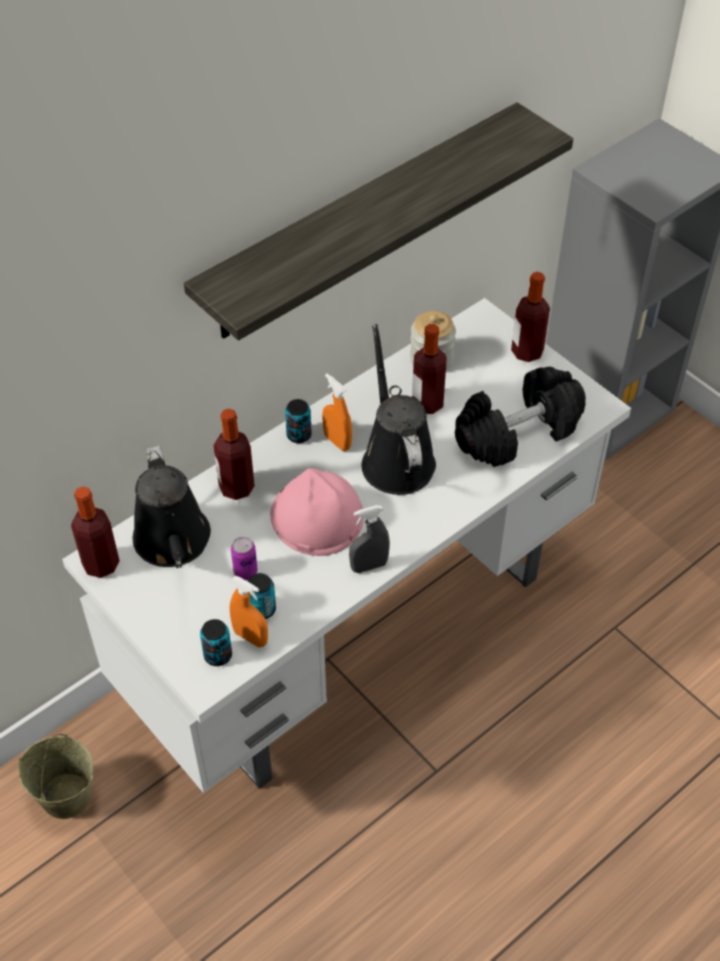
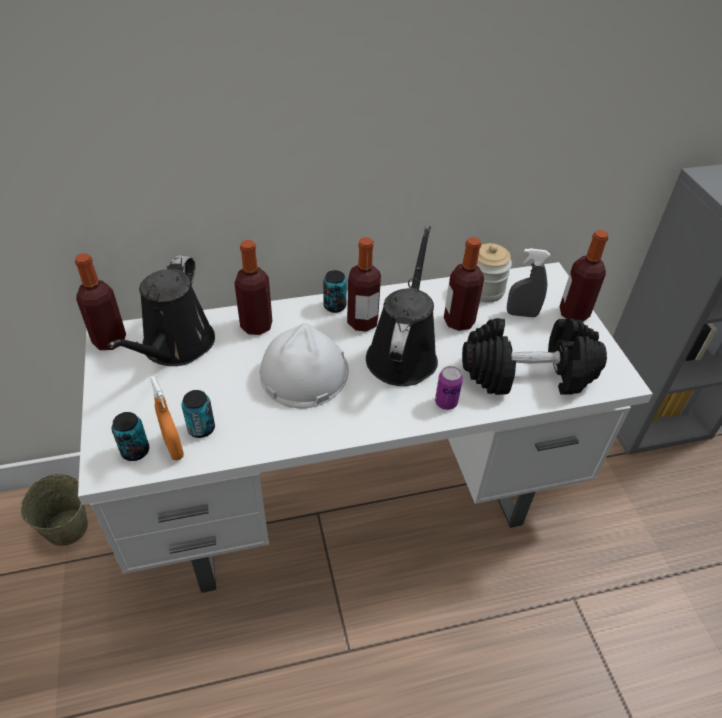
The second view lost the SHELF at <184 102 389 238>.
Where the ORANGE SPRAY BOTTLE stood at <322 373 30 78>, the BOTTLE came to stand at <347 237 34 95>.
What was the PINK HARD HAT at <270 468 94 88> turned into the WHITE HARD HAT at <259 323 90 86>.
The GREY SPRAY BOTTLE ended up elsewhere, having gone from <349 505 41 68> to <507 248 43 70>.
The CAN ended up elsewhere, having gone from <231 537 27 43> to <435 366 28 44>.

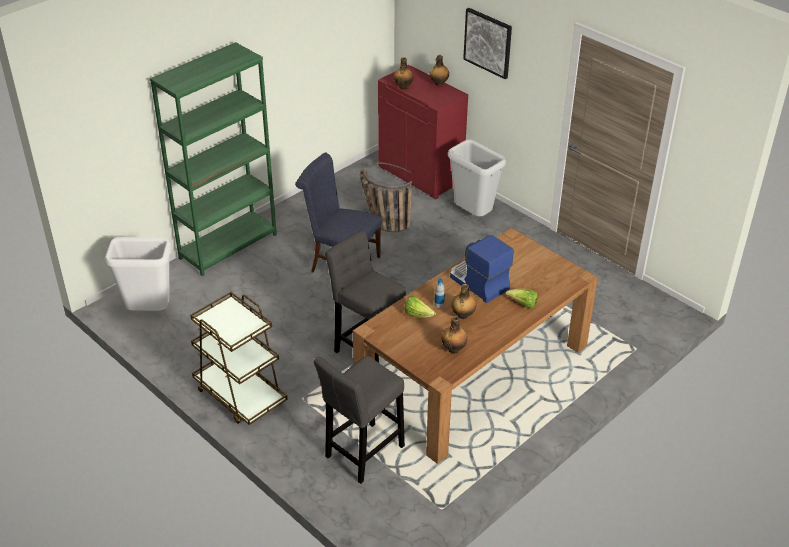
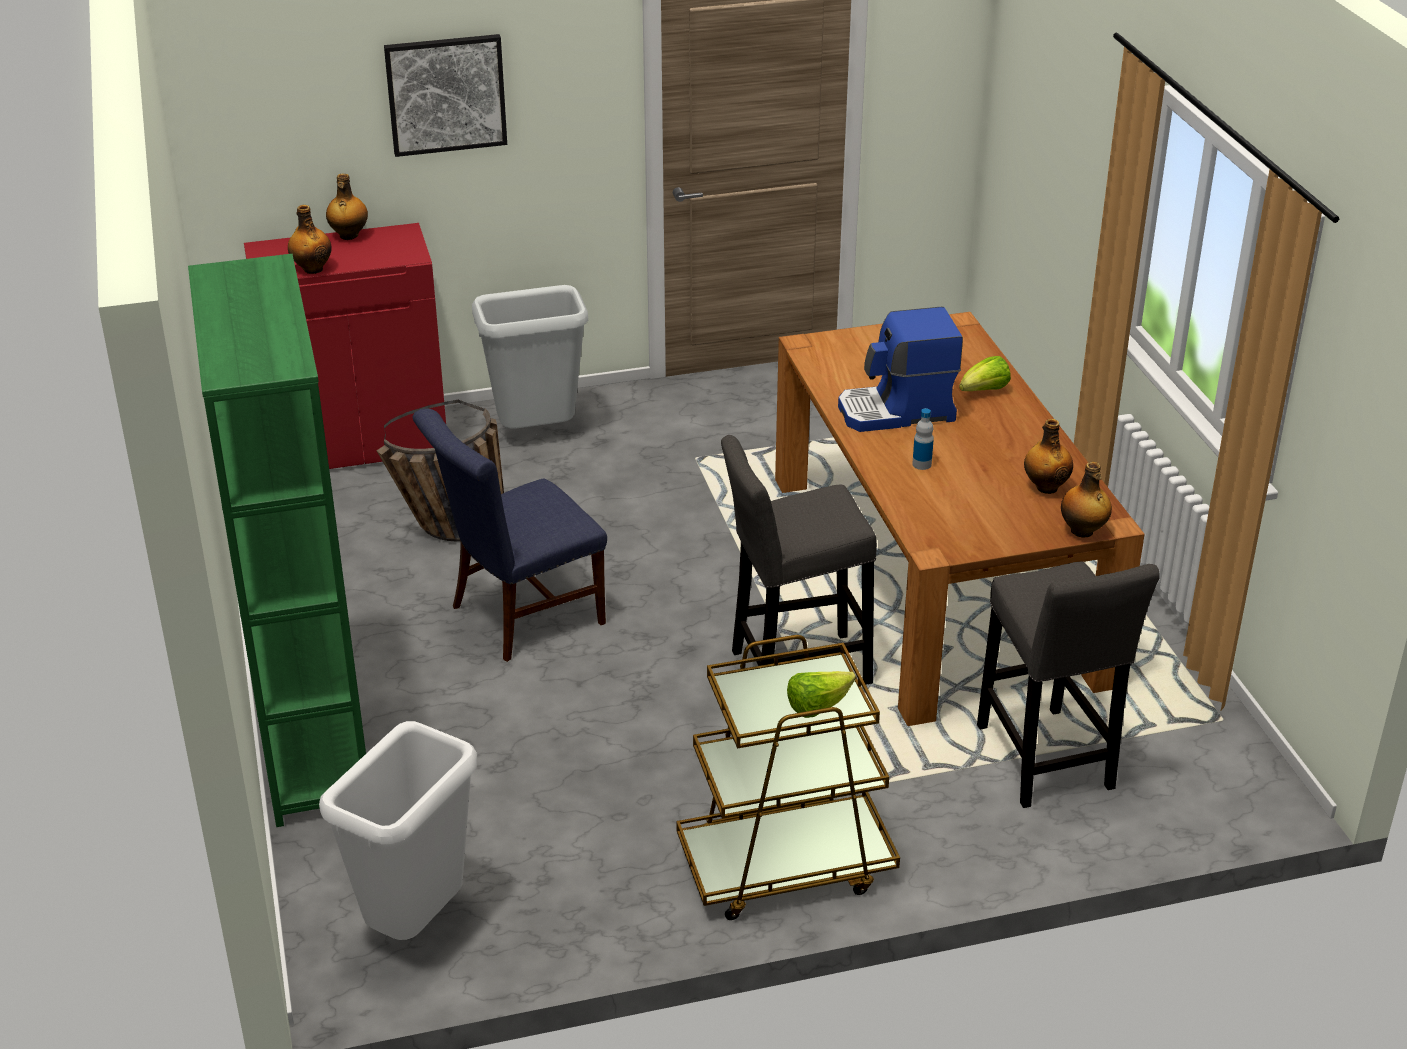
The BOTTLE ended up elsewhere, having gone from <452 284 24 35> to <1061 462 51 75>.
The LETTUCE ended up elsewhere, having gone from <404 296 32 22> to <787 671 69 47>.

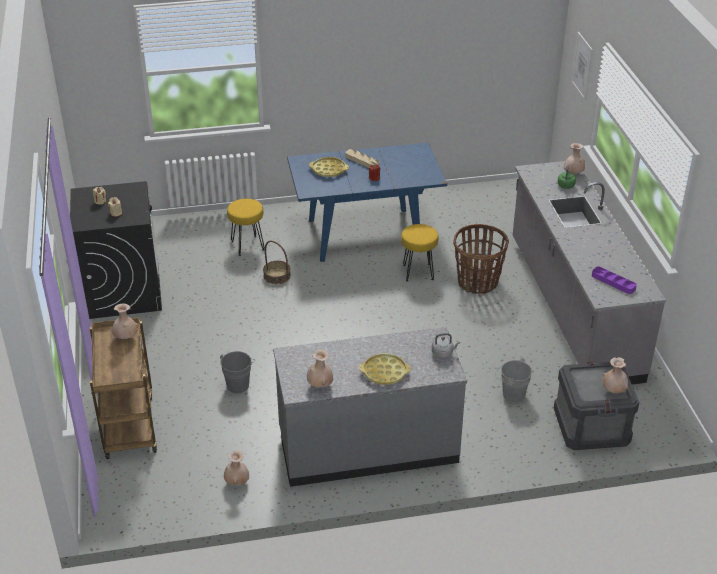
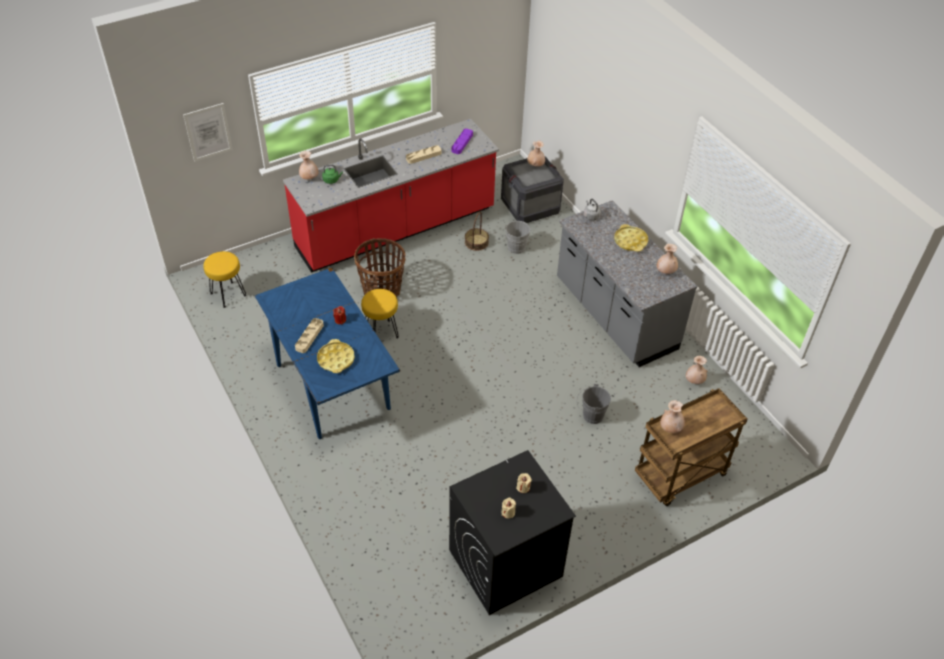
What was the GREY COUNTER at <513 161 153 224> turned into the RED COUNTER at <283 119 216 154>.
The YELLOW STOOL ended up elsewhere, having gone from <227 199 38 57> to <203 251 43 57>.
The BASKET ended up elsewhere, having gone from <263 241 28 43> to <465 211 24 40>.
The second view gained the BEIGE TRAY at <406 145 35 19>.

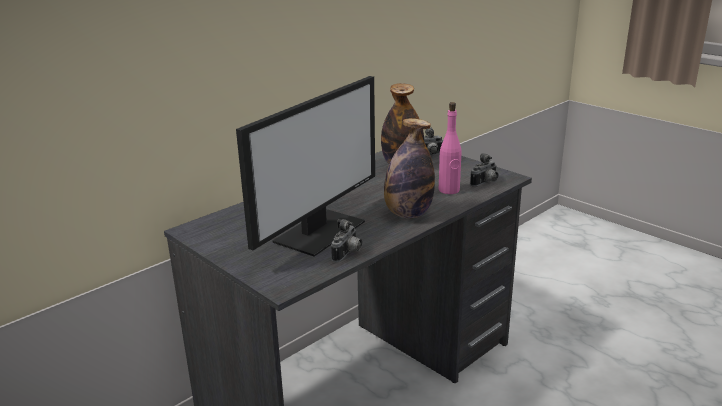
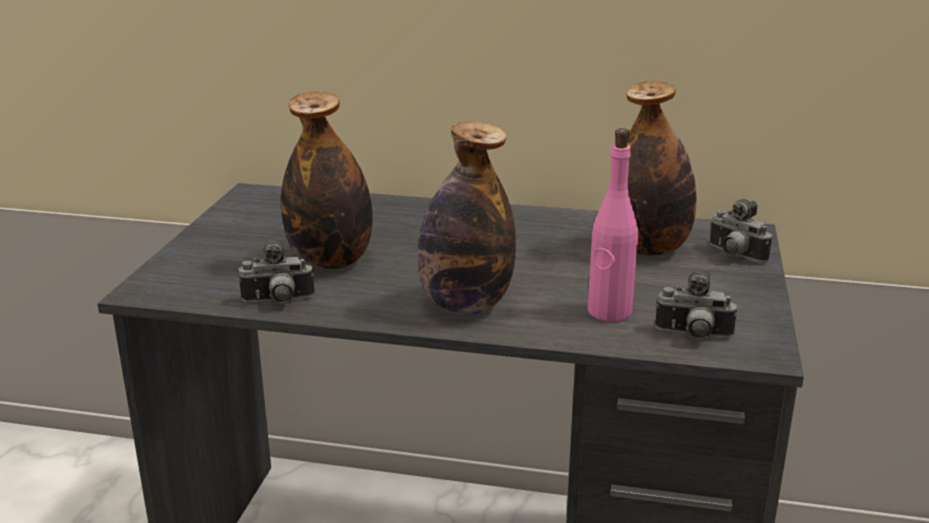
Where the MONITOR stood at <236 76 139 181>, the BOTTLE came to stand at <281 91 92 179>.

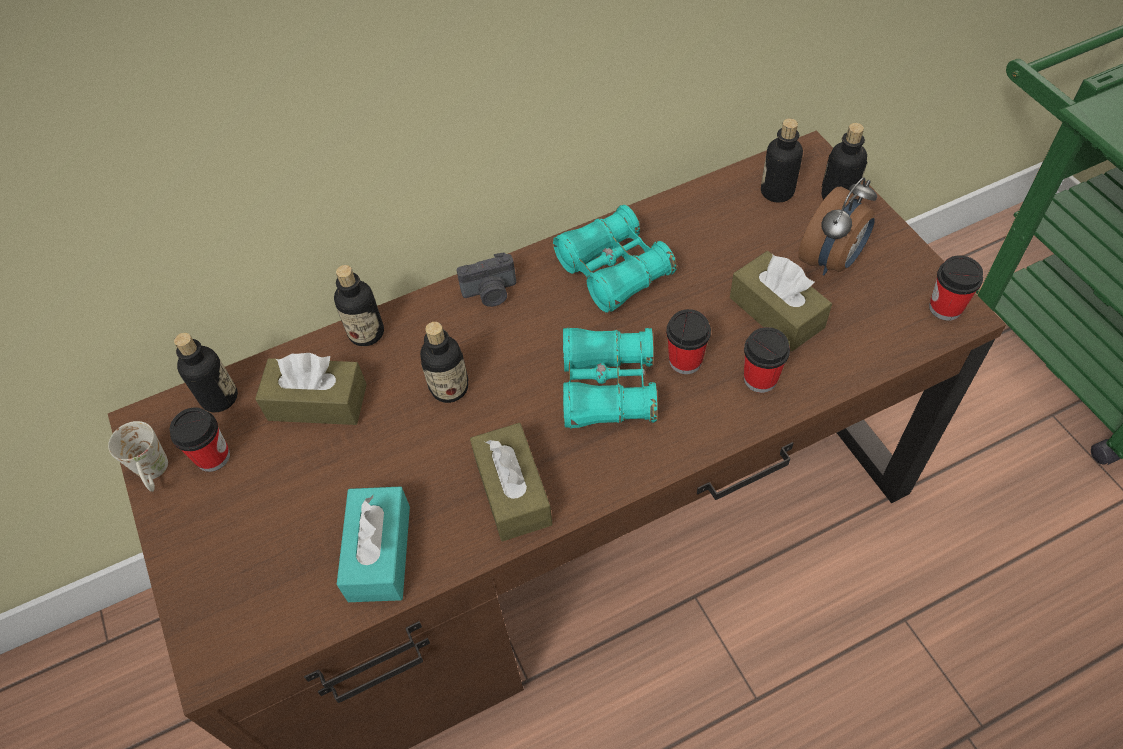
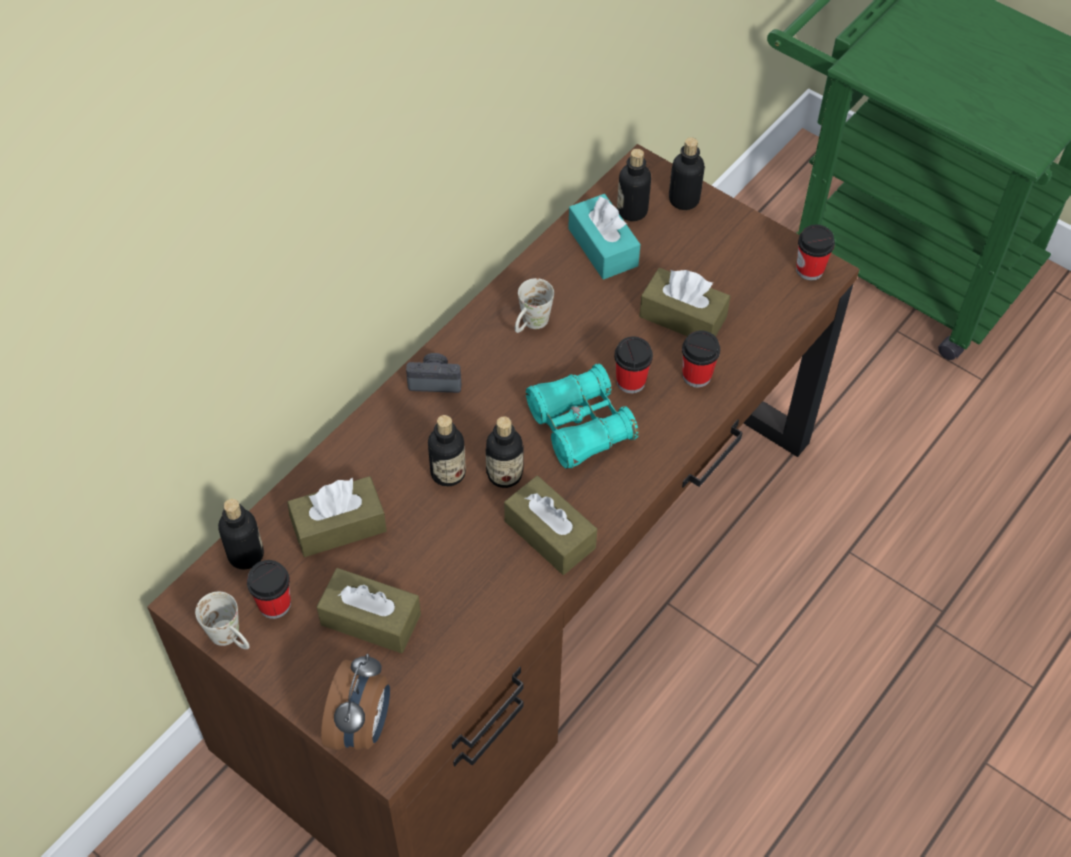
The ALARM CLOCK ended up elsewhere, having gone from <798 177 79 99> to <321 654 69 96>.
Where the TURQUOISE BINOCULARS stood at <553 205 124 108>, the WHITE MUG came to stand at <515 278 39 55>.
The PHOTO CAMERA at <457 252 59 55> ended up facing another way, 135 degrees counterclockwise from before.
The BOTTLE ended up elsewhere, having gone from <334 265 50 81> to <485 416 38 72>.
The TURQUOISE TISSUE BOX ended up elsewhere, having gone from <337 487 73 115> to <568 194 73 86>.
The second view gained the BROWN TISSUE BOX at <317 568 104 85>.

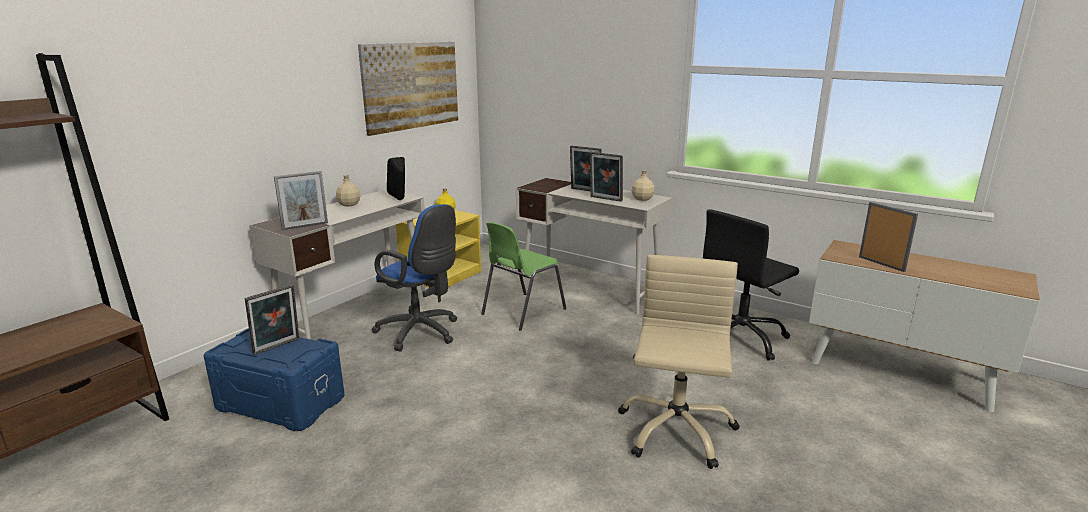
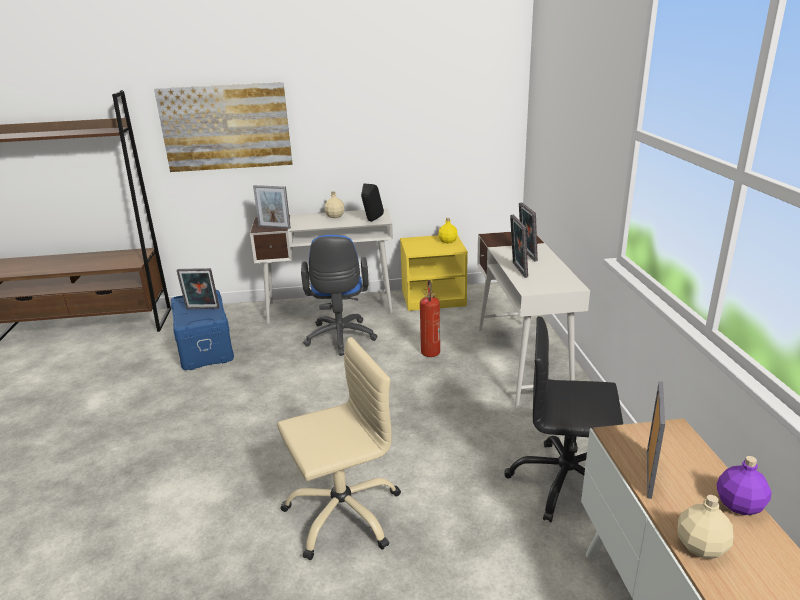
The PICTURE ended up elsewhere, having gone from <358 42 100 94> to <154 82 138 90>.
The BEIGE BOTTLE ended up elsewhere, having gone from <632 170 23 31> to <678 495 55 63>.
Where the GREEN CHAIR stood at <481 222 86 109>, the FIRE EXTINGUISHER came to stand at <420 280 20 77>.
The second view gained the PURPLE BOTTLE at <717 456 55 59>.

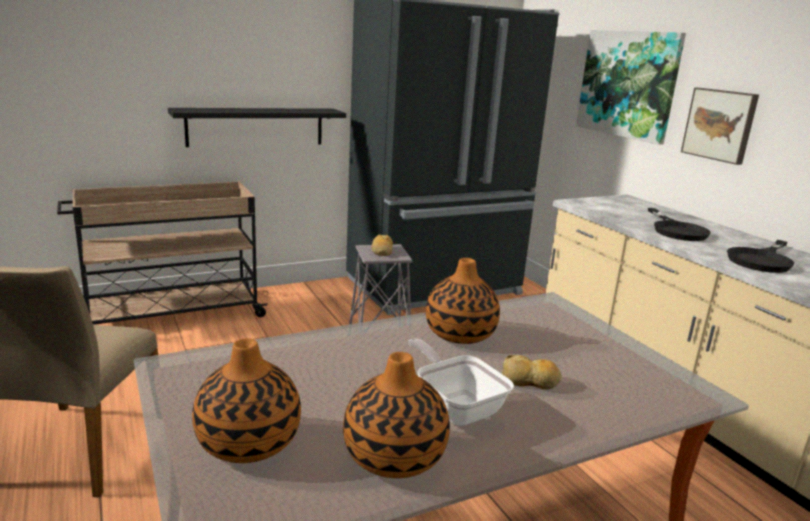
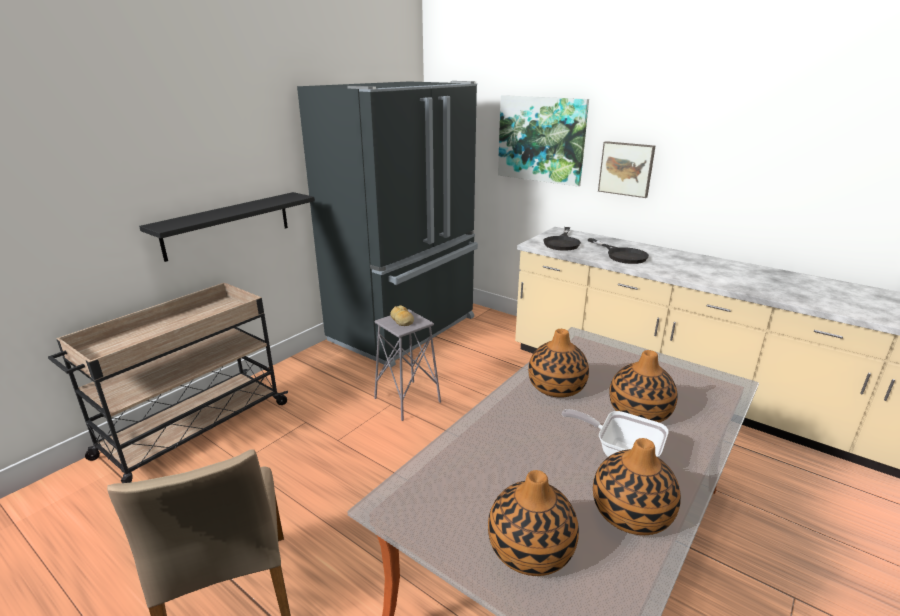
The BLACK FRYING PAN ended up elsewhere, having gone from <727 240 67 33> to <544 227 37 24>.
Where the BREAD stood at <502 355 60 34>, the VASE came to stand at <609 350 69 73>.

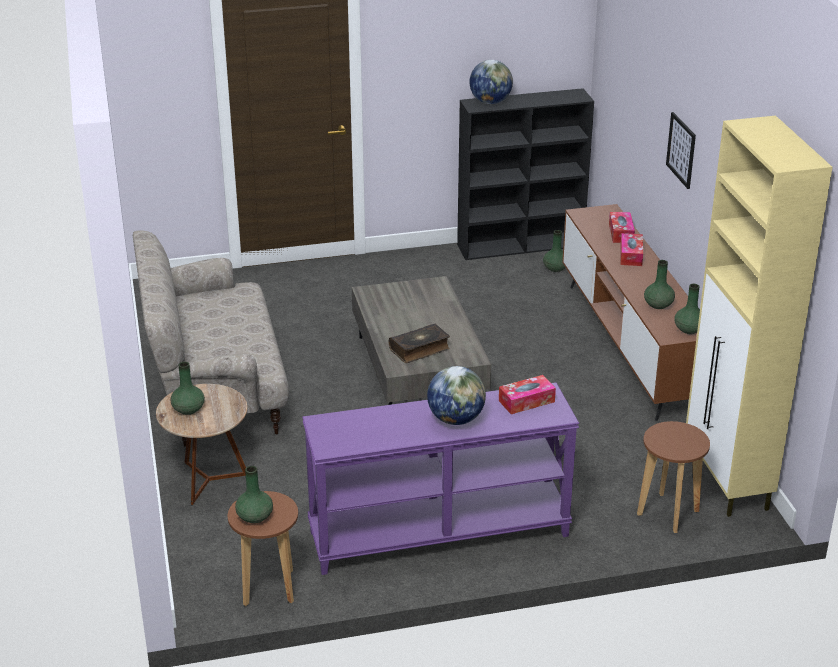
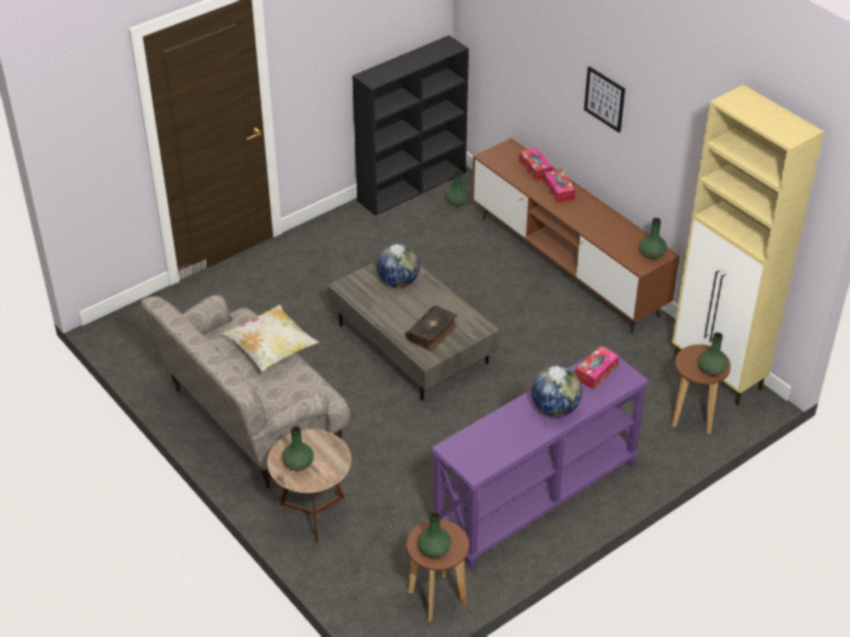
The GLOBE ended up elsewhere, having gone from <470 60 43 44> to <377 244 43 44>.
The GREEN VASE ended up elsewhere, having gone from <644 260 31 49> to <698 332 30 43>.
The second view gained the PILLOW at <222 305 97 67>.

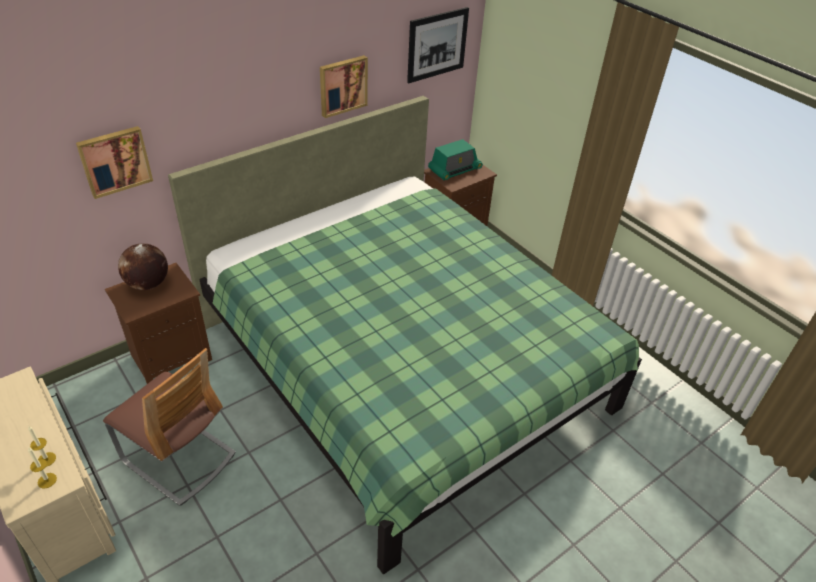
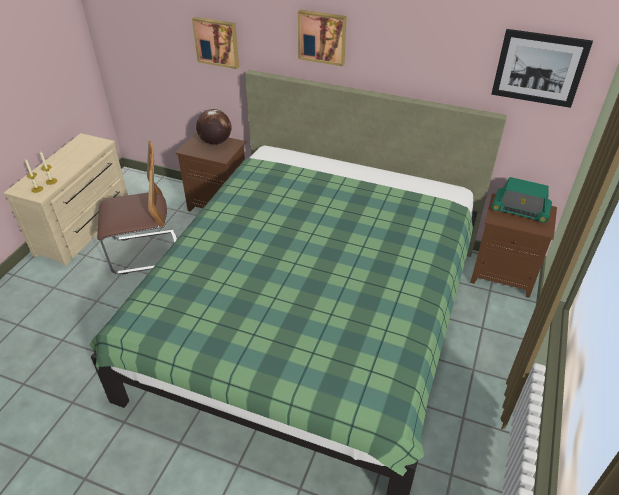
The PICTURE ended up elsewhere, having gone from <320 55 48 63> to <298 10 49 56>.
The CHAIR at <103 348 133 158> ended up facing another way, 105 degrees counterclockwise from before.

